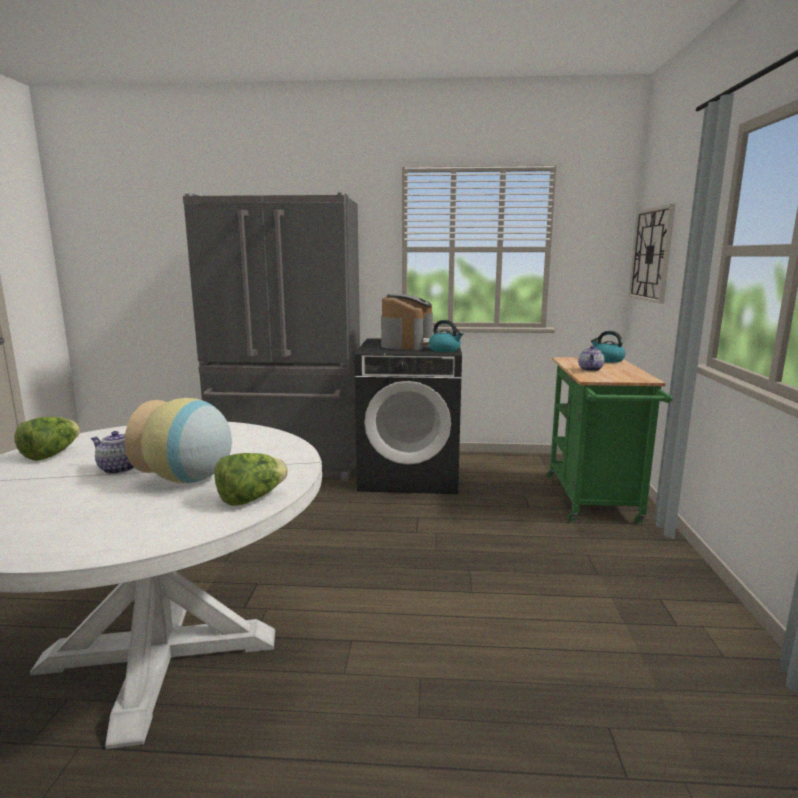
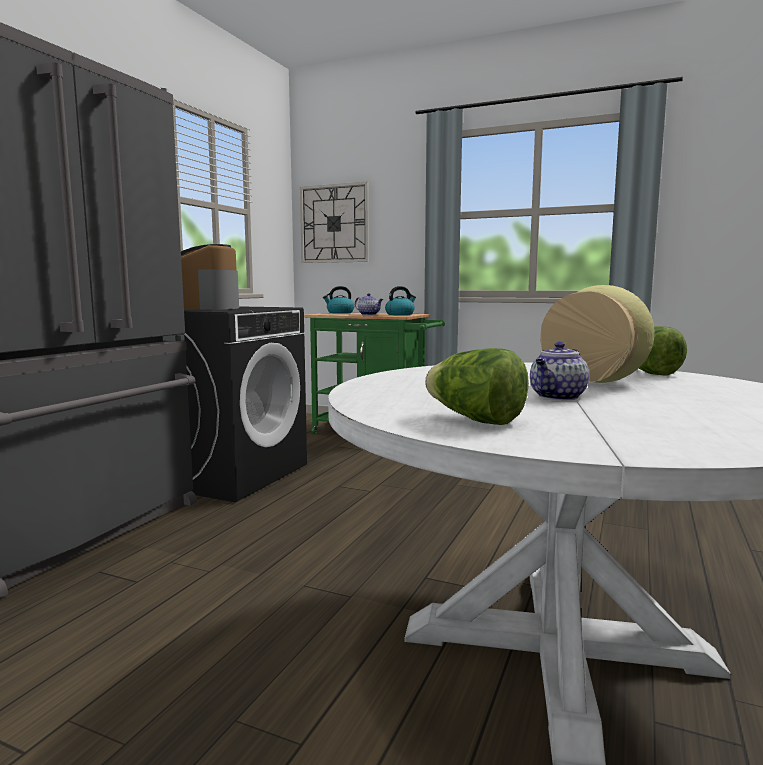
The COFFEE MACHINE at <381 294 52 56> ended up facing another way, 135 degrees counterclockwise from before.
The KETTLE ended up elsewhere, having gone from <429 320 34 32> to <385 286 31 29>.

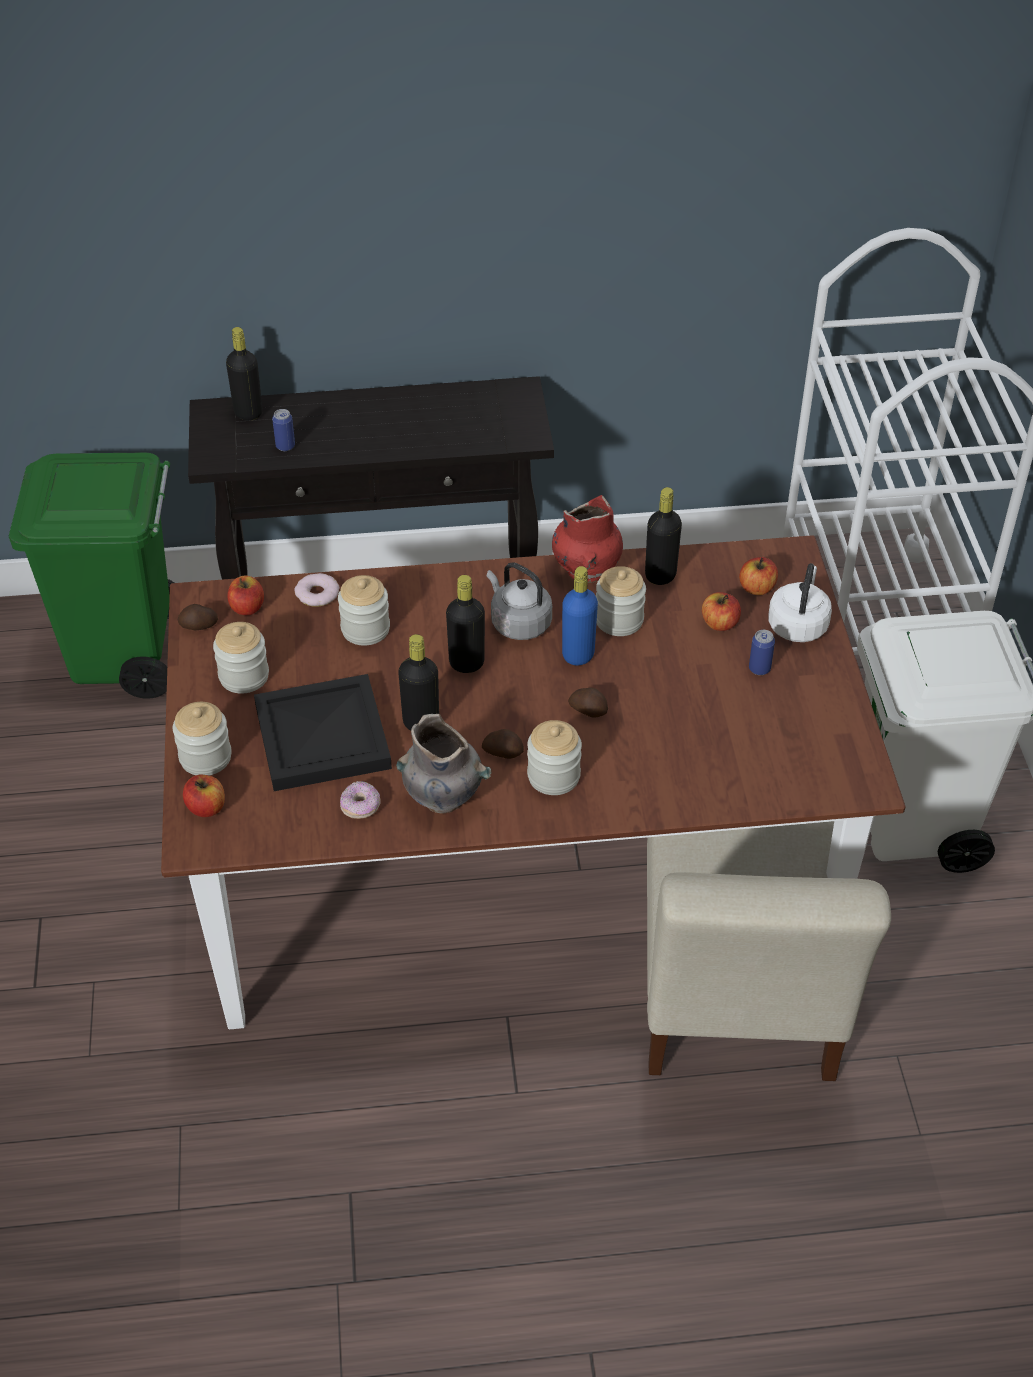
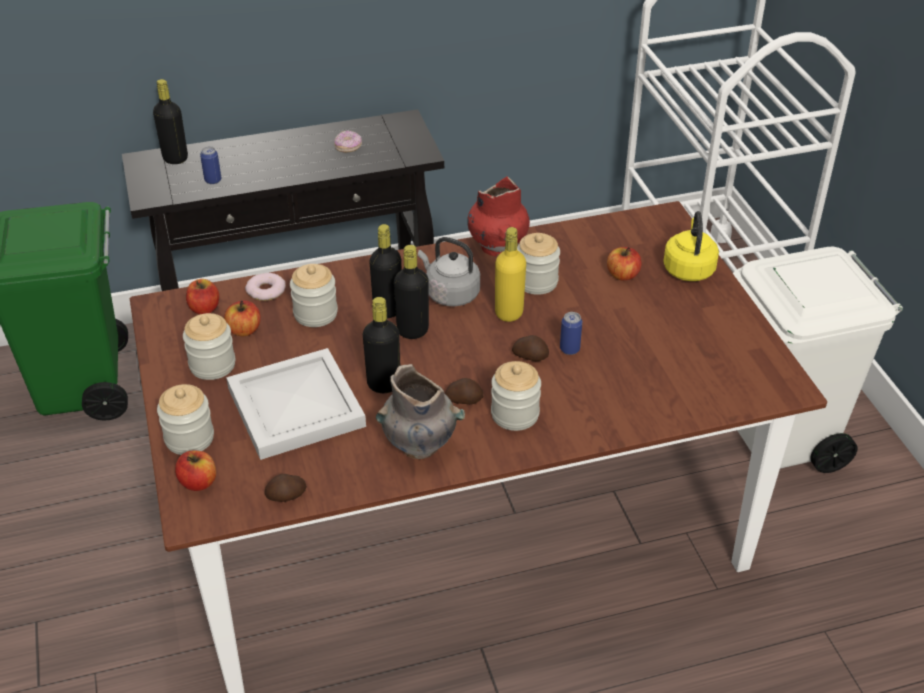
The BLACK BOTTLE ended up elsewhere, having gone from <645 487 37 98> to <369 224 32 94>.
The APPLE ended up elsewhere, having gone from <739 557 39 38> to <224 300 37 36>.
What was the WHITE KETTLE at <768 563 64 79> turned into the YELLOW KETTLE at <663 211 56 70>.
What was the BLUE BOTTLE at <562 566 36 99> turned into the YELLOW BOTTLE at <495 227 31 95>.
The POTATO ended up elsewhere, having gone from <178 604 40 26> to <264 474 43 28>.
The CAN ended up elsewhere, having gone from <749 630 26 45> to <560 312 22 43>.
What was the BLACK TRAY at <254 674 138 117> turned into the WHITE TRAY at <226 348 140 112>.
The DONUT ended up elsewhere, having gone from <340 781 40 38> to <334 130 28 23>.
The second view lost the BEIGE CHAIR at <647 821 244 260>.

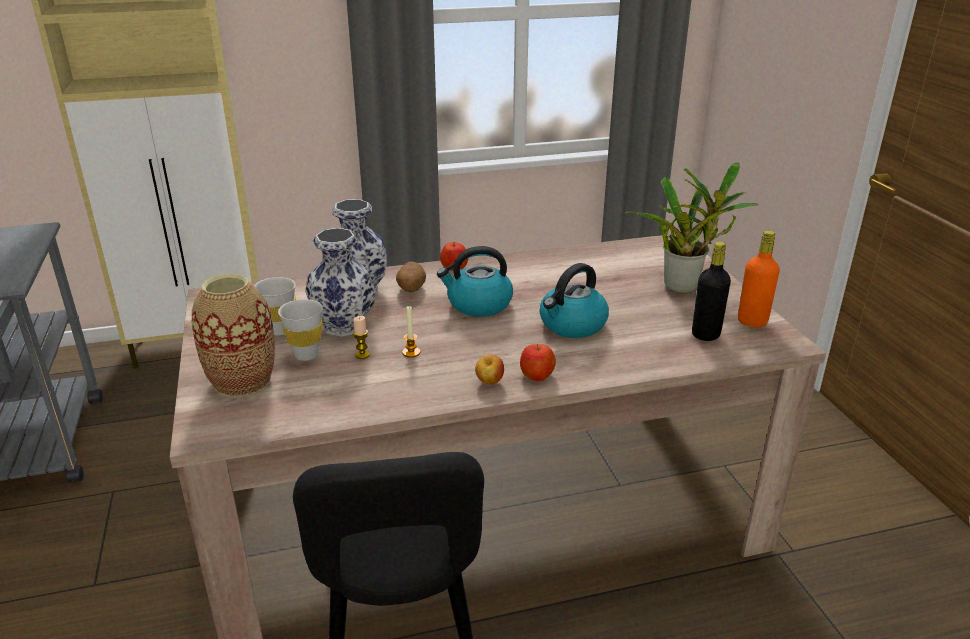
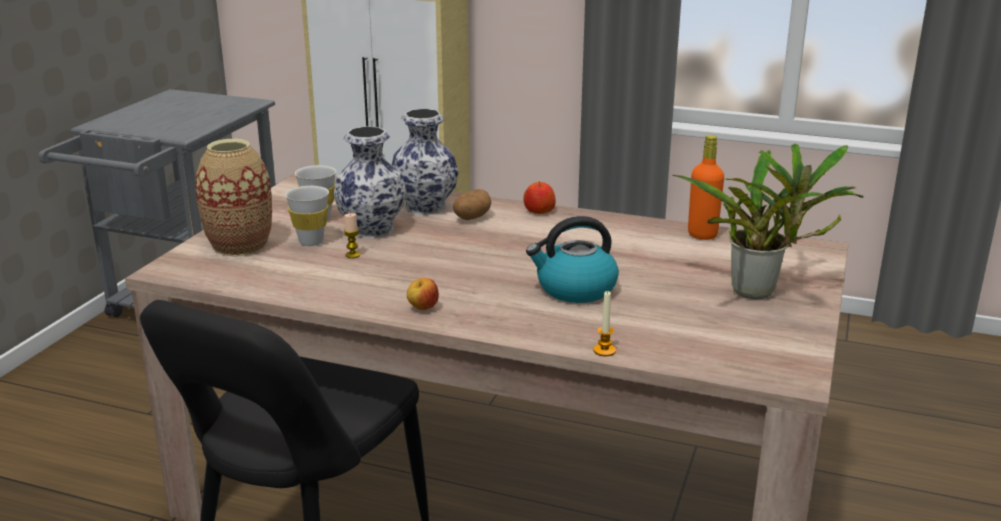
The ORANGE BOTTLE ended up elsewhere, having gone from <738 231 42 97> to <688 135 36 105>.
The second view lost the BLACK BOTTLE at <692 242 39 99>.
The second view lost the KETTLE at <437 246 76 71>.
The CANDLE ended up elsewhere, having gone from <402 306 18 52> to <593 291 23 66>.
The second view lost the APPLE at <520 344 36 37>.

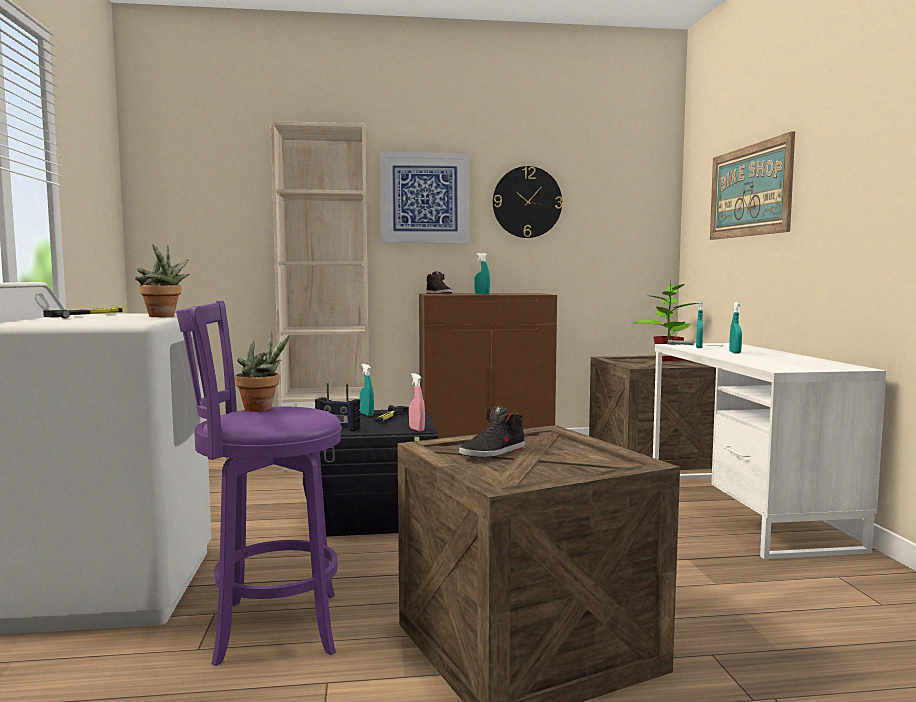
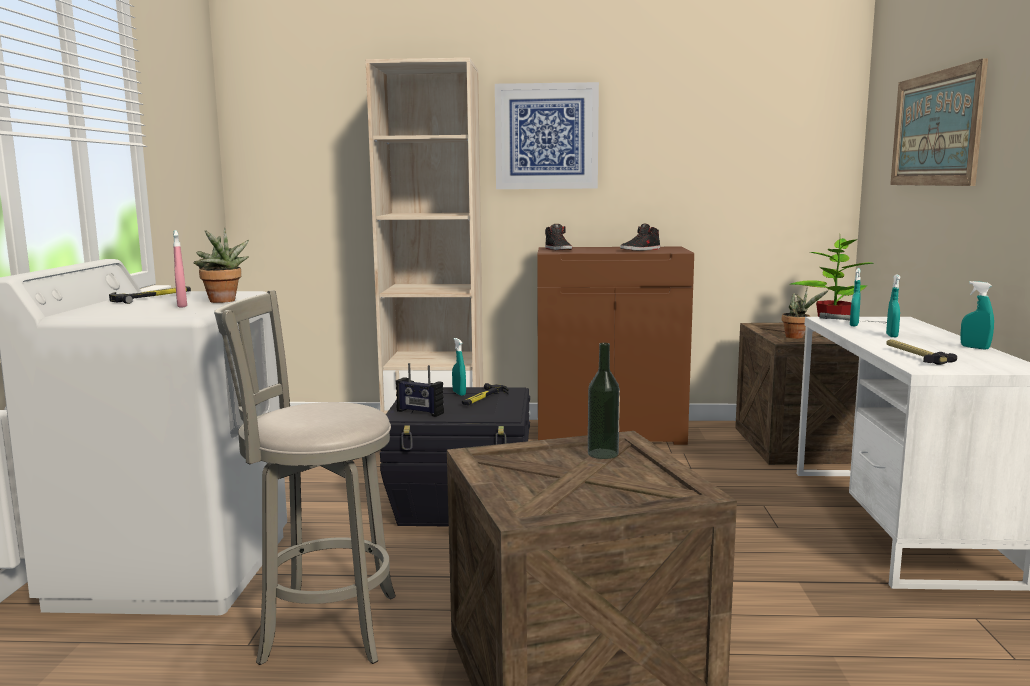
The second view lost the WALL CLOCK at <493 166 69 72>.
The TURQUOISE SPRAY BOTTLE ended up elsewhere, having gone from <474 253 16 41> to <960 281 34 69>.
What was the PURPLE STOOL at <176 301 166 365> turned into the GREY STOOL at <214 290 182 375>.
The POTTED PLANT ended up elsewhere, having gone from <235 331 55 81> to <782 287 47 52>.
The PINK SPRAY BOTTLE ended up elsewhere, having gone from <409 373 16 58> to <173 230 14 78>.
The BLACK SHOE ended up elsewhere, having gone from <459 406 66 51> to <620 224 40 27>.
The second view gained the HAMMER at <886 340 71 25>.
The second view gained the BOTTLE at <588 343 32 116>.

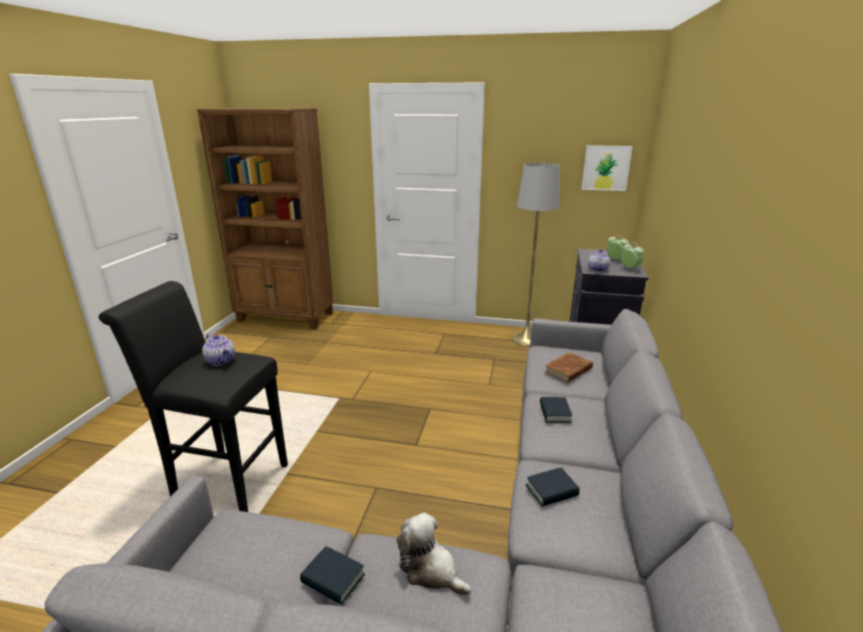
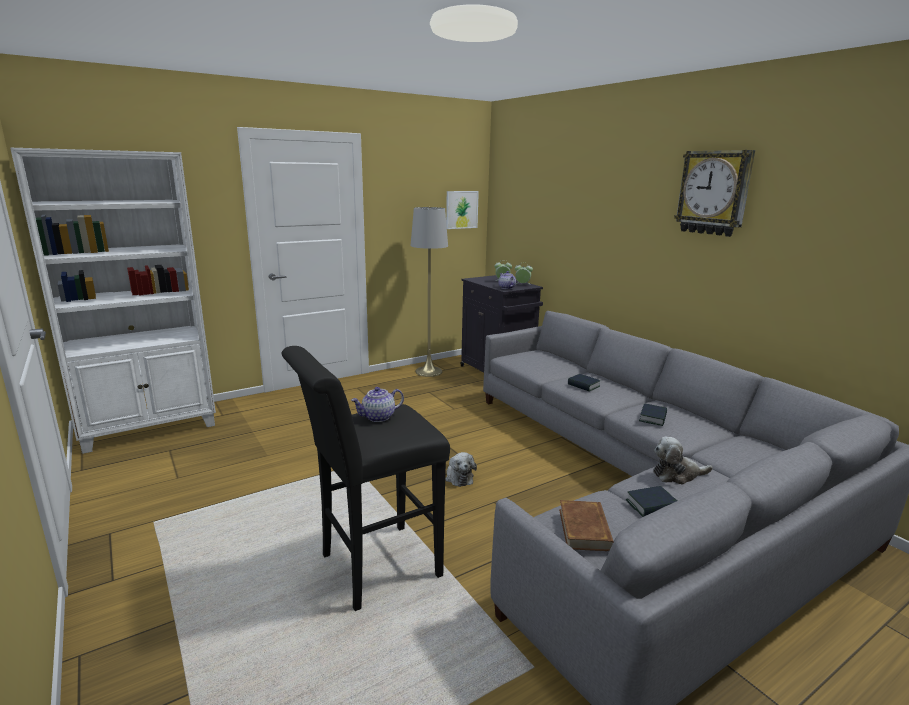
What was the BROWN BOOKCASE at <197 108 136 221> turned into the WHITE BOOKCASE at <10 148 206 306>.
The TEAPOT at <202 334 33 32> ended up facing another way, 150 degrees clockwise from before.
The BROWN BOOK ended up elsewhere, having gone from <544 353 49 30> to <559 500 55 51>.
The second view gained the WALL CLOCK at <674 150 81 87>.
The second view gained the PLUSH TOY at <445 452 32 35>.

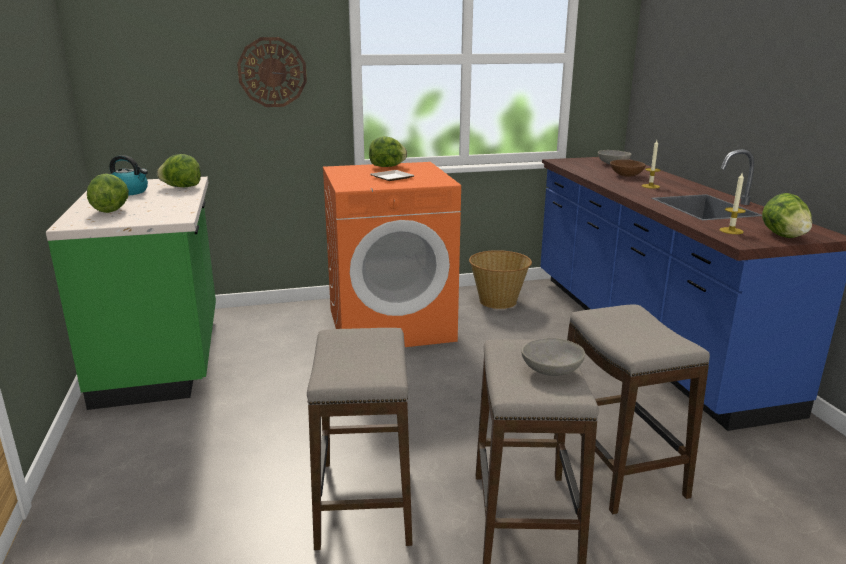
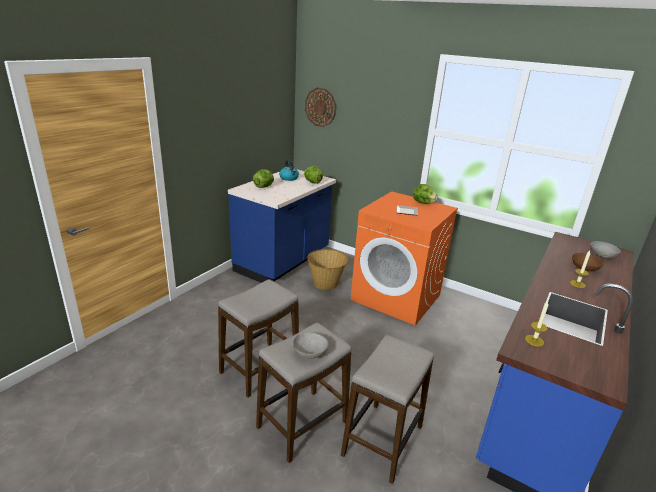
The WALL CLOCK ended up elsewhere, having gone from <237 37 70 70> to <305 88 31 39>.
What was the GREEN COUNTER at <46 177 170 233> turned into the BLUE COUNTER at <228 170 108 113>.
The second view lost the LETTUCE at <762 193 50 45>.
The BASKET ended up elsewhere, having gone from <469 250 63 59> to <307 249 42 41>.

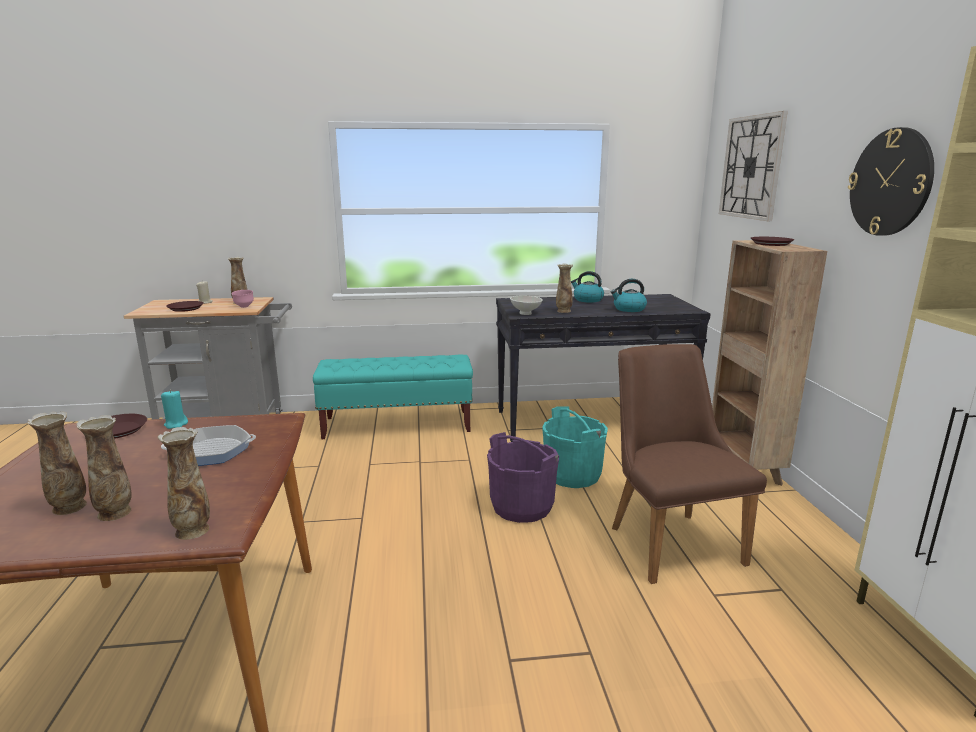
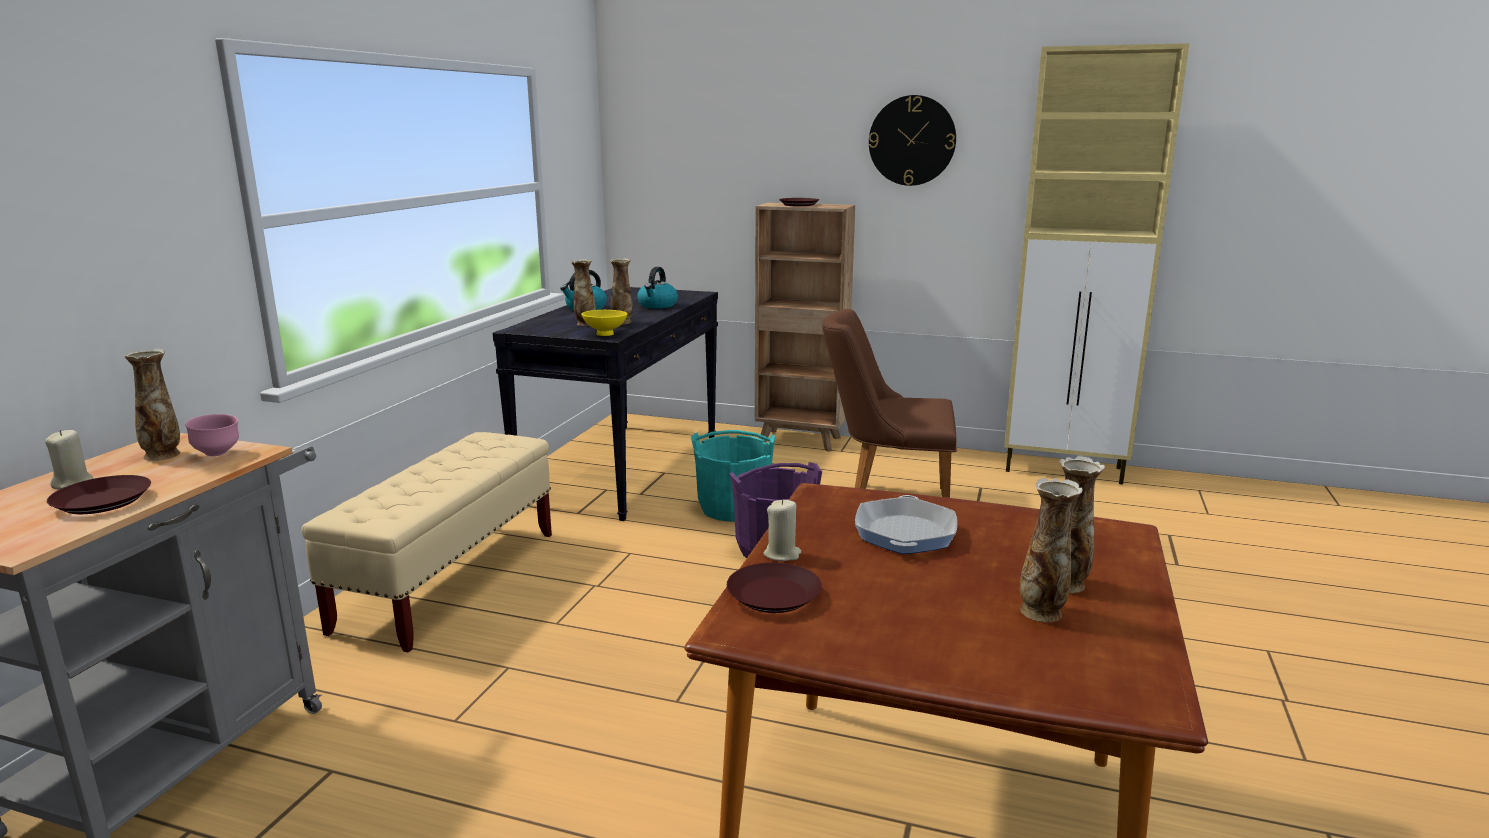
The second view lost the WALL CLOCK at <719 111 69 110>.
What was the WHITE BOWL at <510 296 33 19> turned into the YELLOW BOWL at <581 310 47 26>.
What was the TURQUOISE BENCH at <313 355 160 84> turned into the BEIGE BENCH at <301 432 251 221>.
What was the TURQUOISE CANDLE at <161 390 27 39> turned into the BEIGE CANDLE at <764 499 37 62>.
The VASE ended up elsewhere, having gone from <157 427 53 113> to <571 259 25 67>.

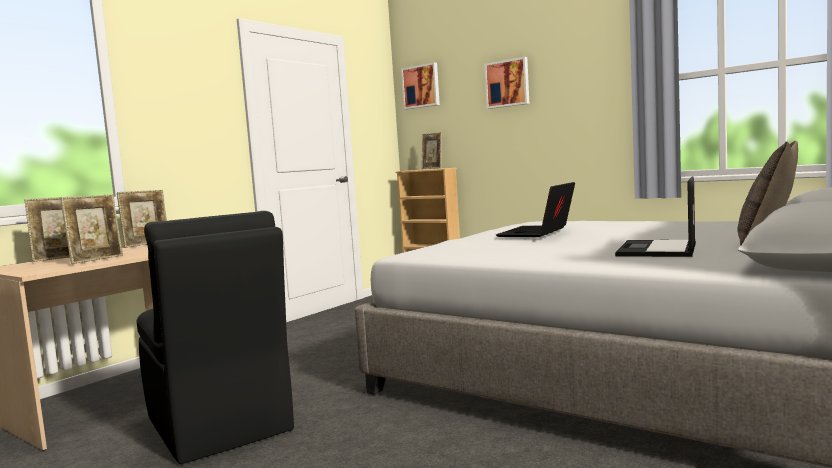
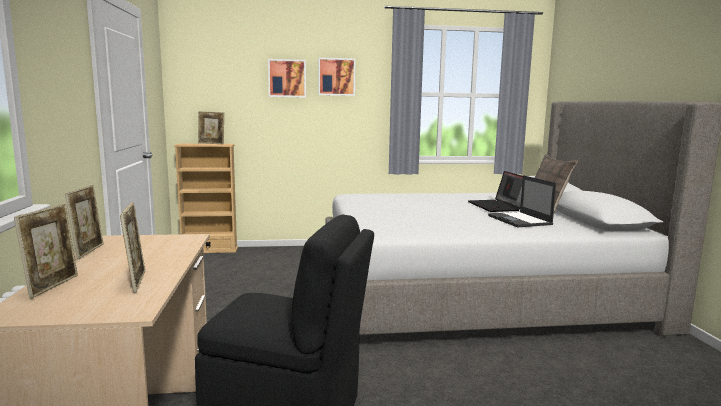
The PICTURE ended up elsewhere, having gone from <401 62 39 48> to <318 57 38 39>.
The LAPTOP ended up elsewhere, having gone from <496 182 79 55> to <468 171 55 41>.

